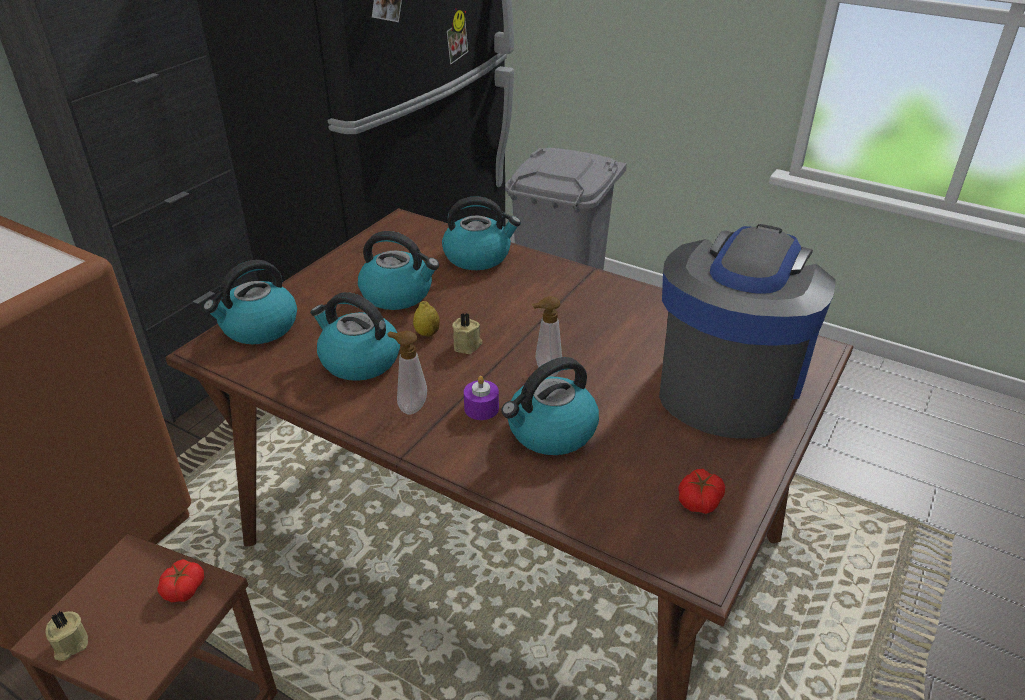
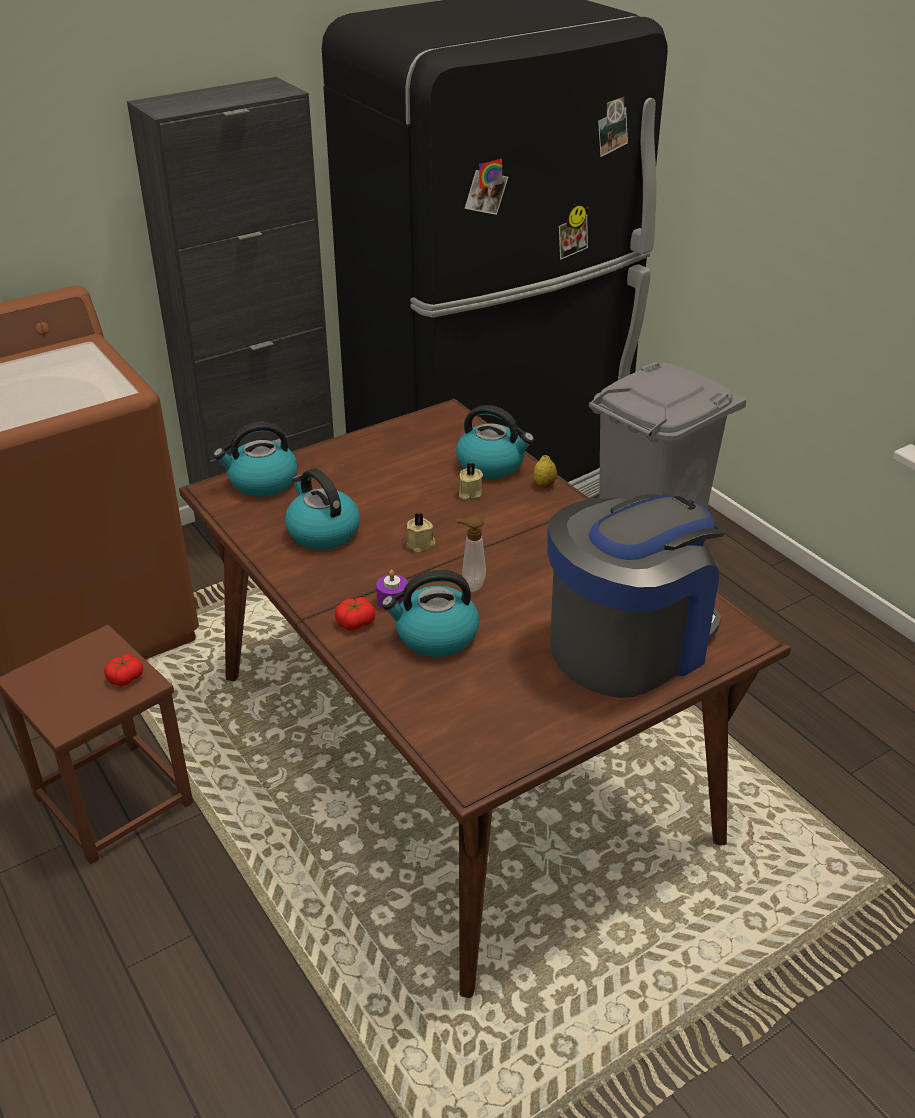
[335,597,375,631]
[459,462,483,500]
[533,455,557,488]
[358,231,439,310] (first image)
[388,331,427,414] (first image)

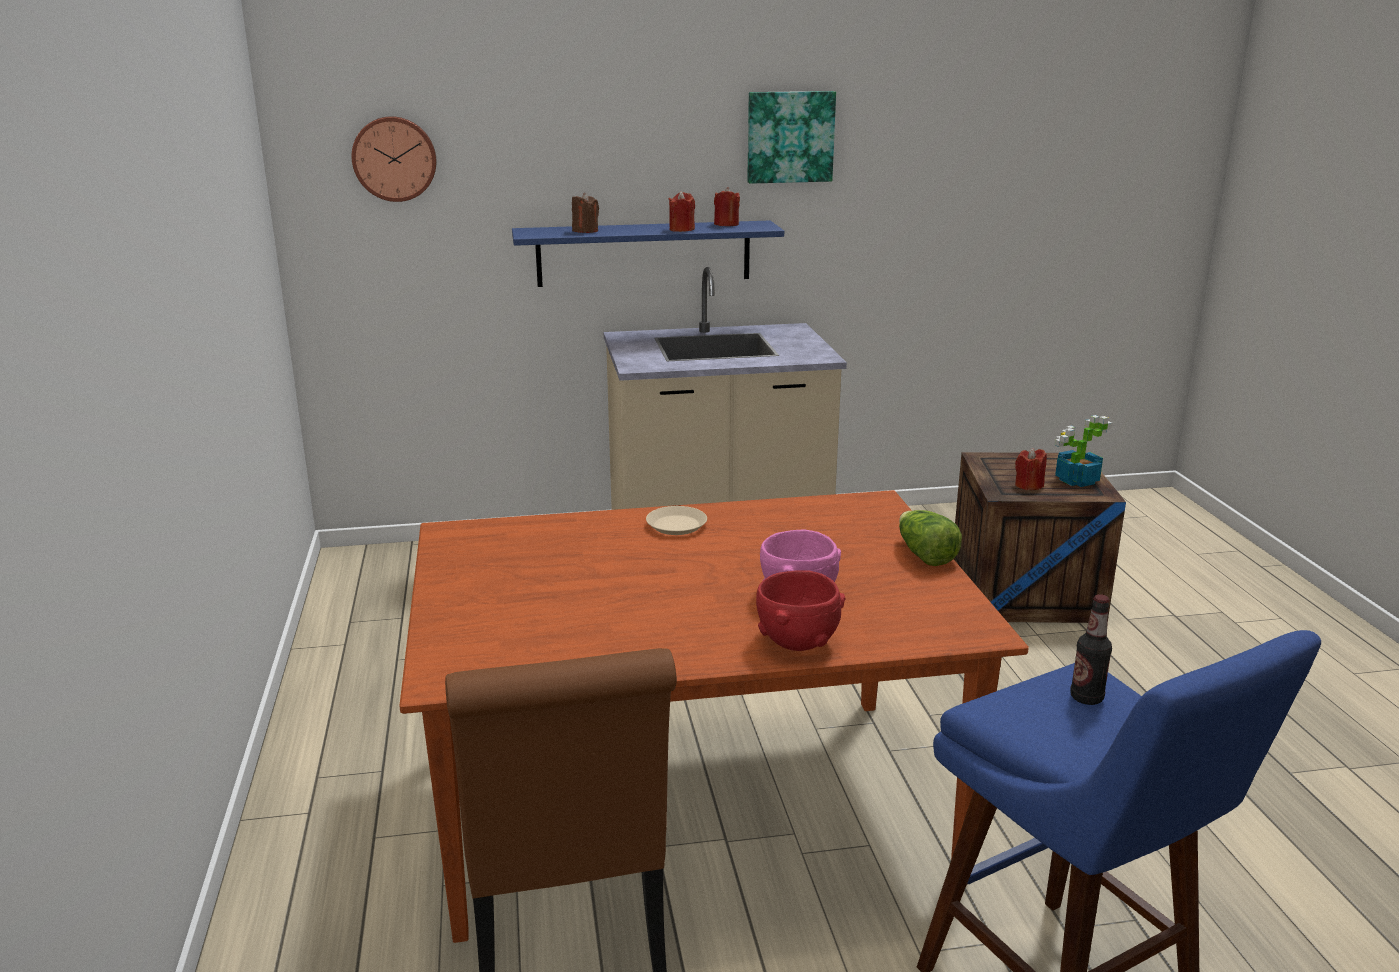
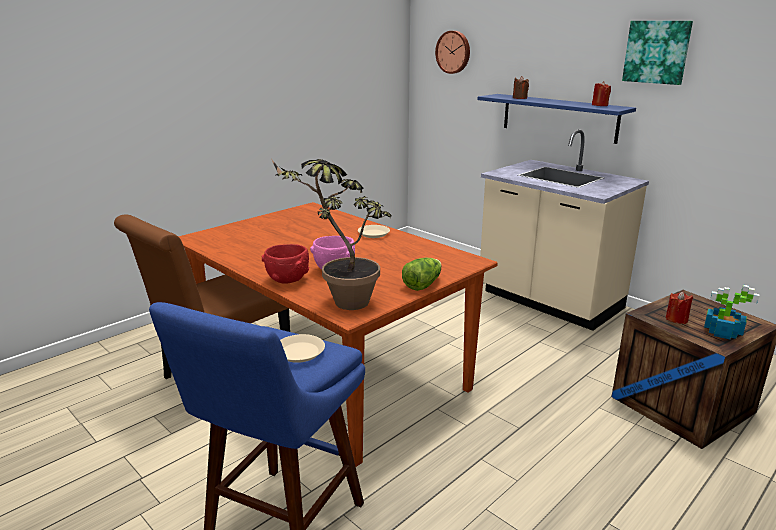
[271,159,391,310]
[280,334,325,363]
[669,191,695,232] (first image)

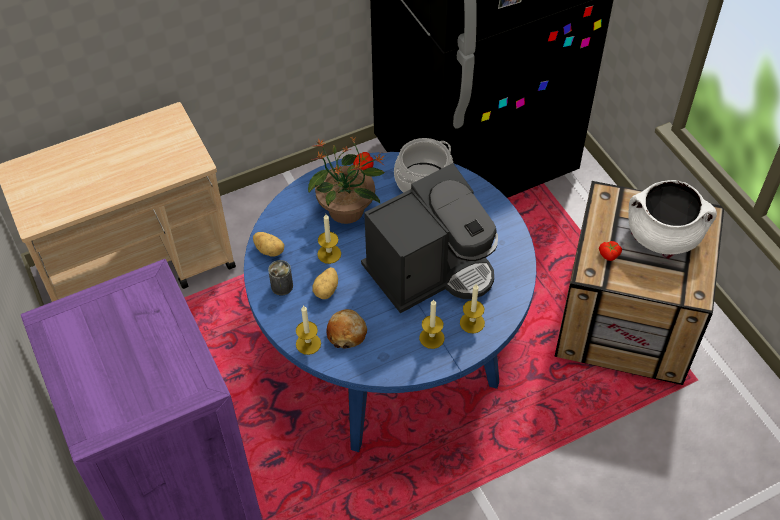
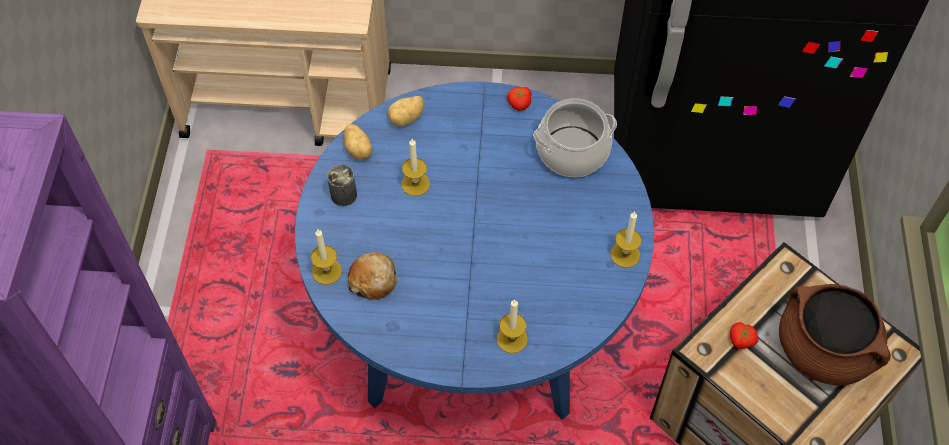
[388,96,424,127]
[610,212,642,268]
[779,284,891,386]
[308,138,385,224] (first image)
[361,163,498,313] (first image)

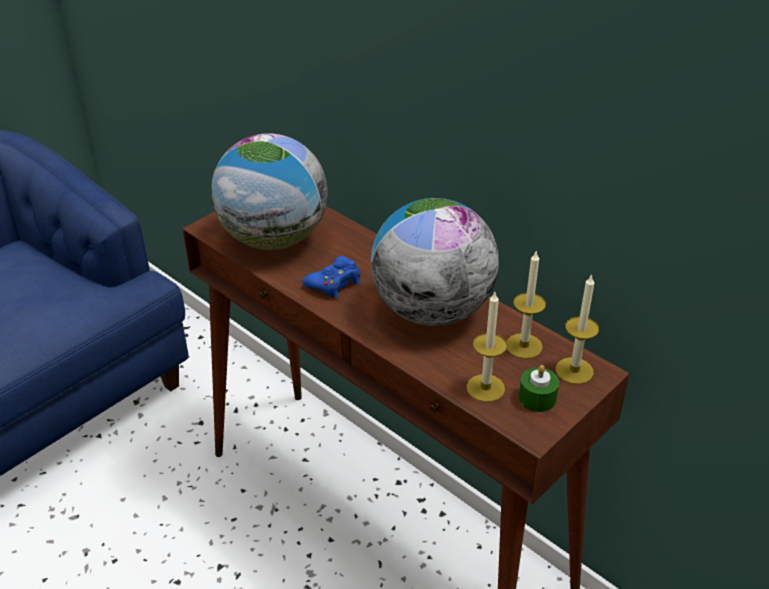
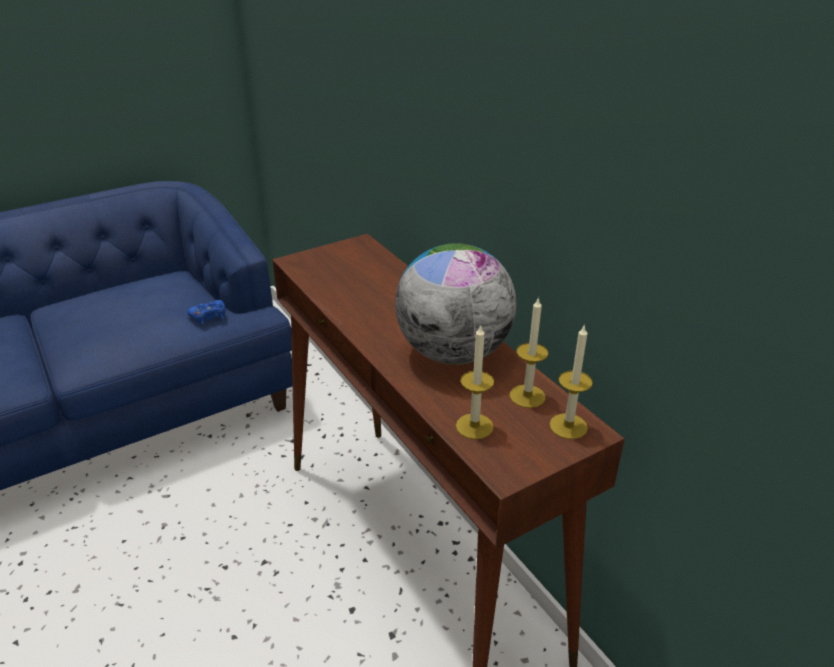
[187,300,225,325]
[211,133,328,250] (first image)
[519,365,559,412] (first image)

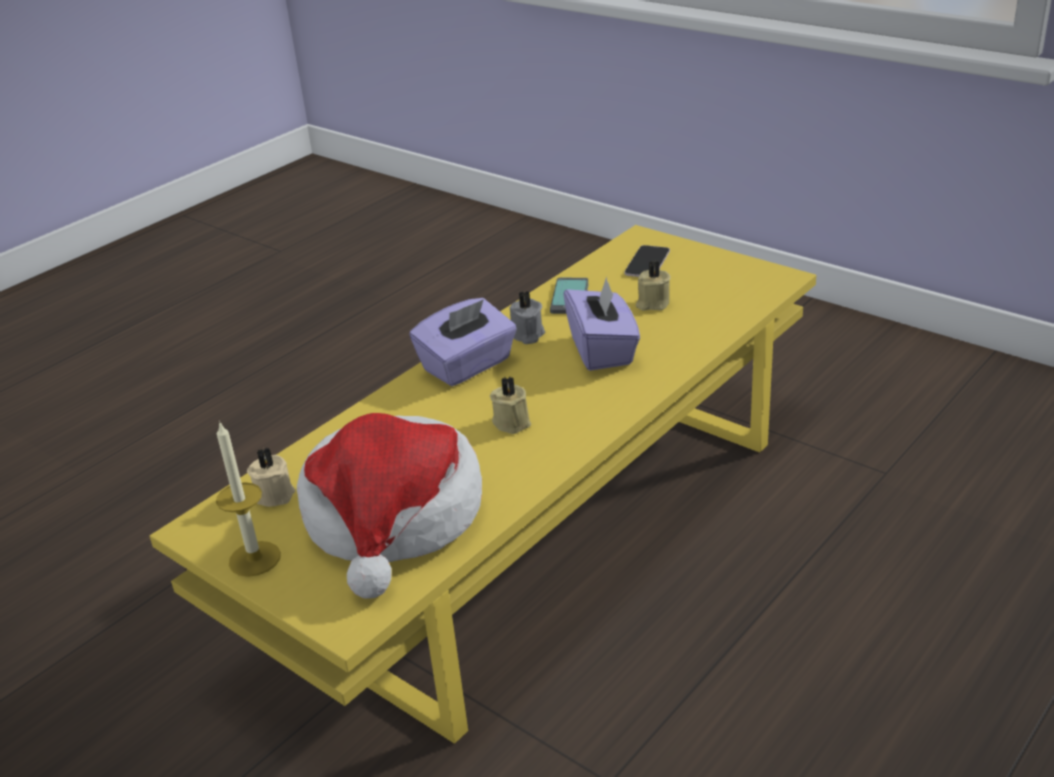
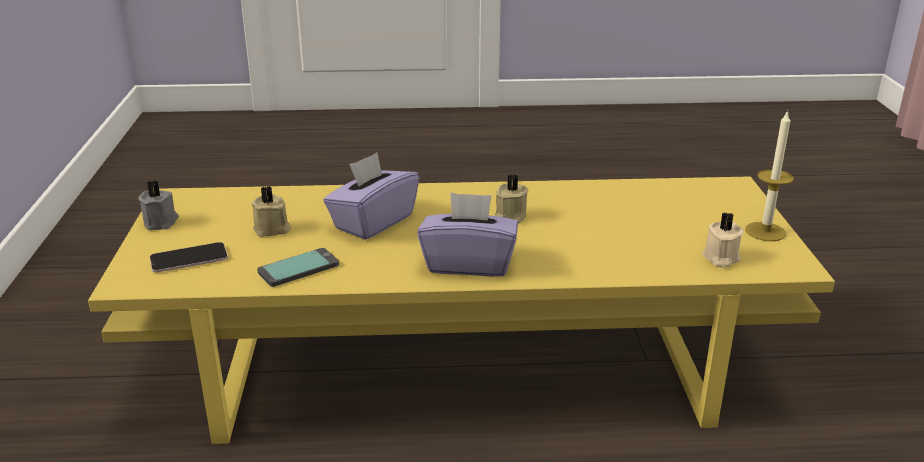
[138,180,179,230]
[297,413,482,599] (first image)

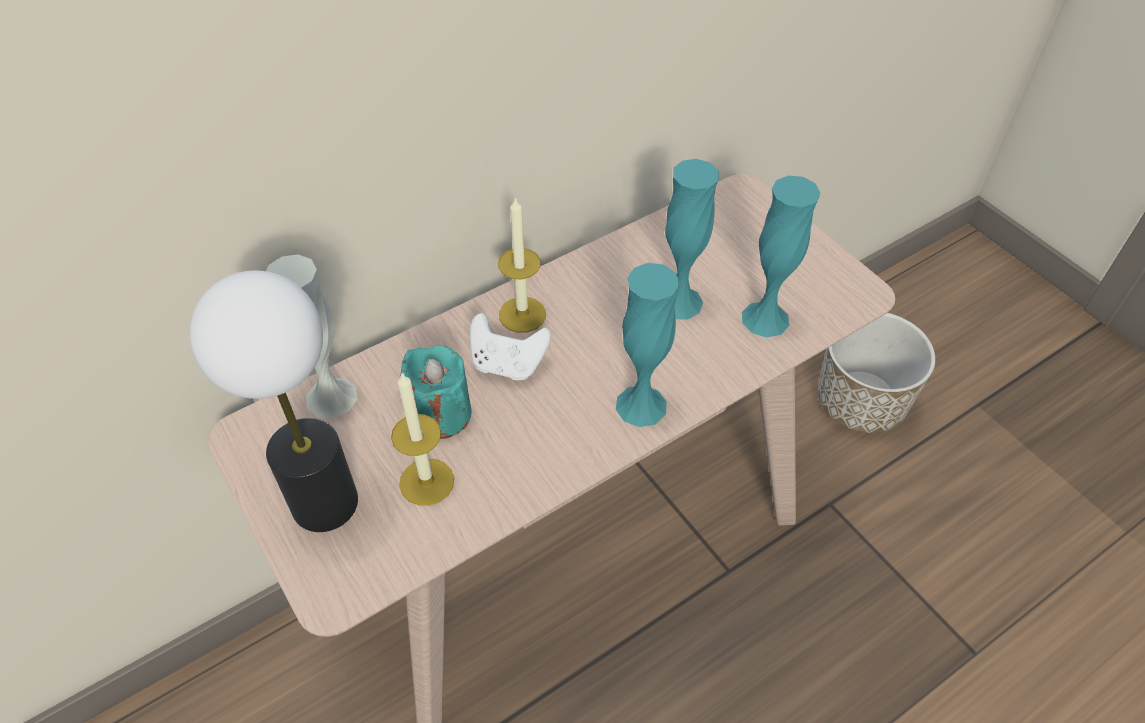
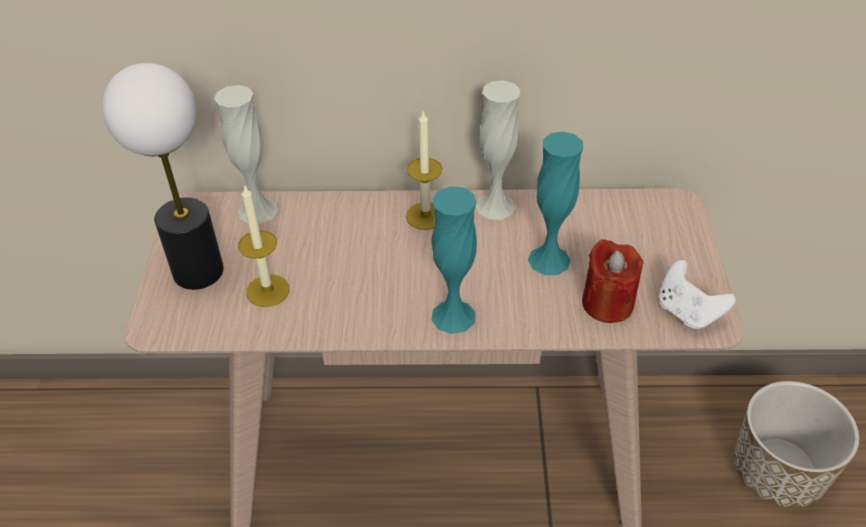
[476,80,521,220]
[582,239,643,323]
[659,260,736,330]
[400,345,472,439] (first image)

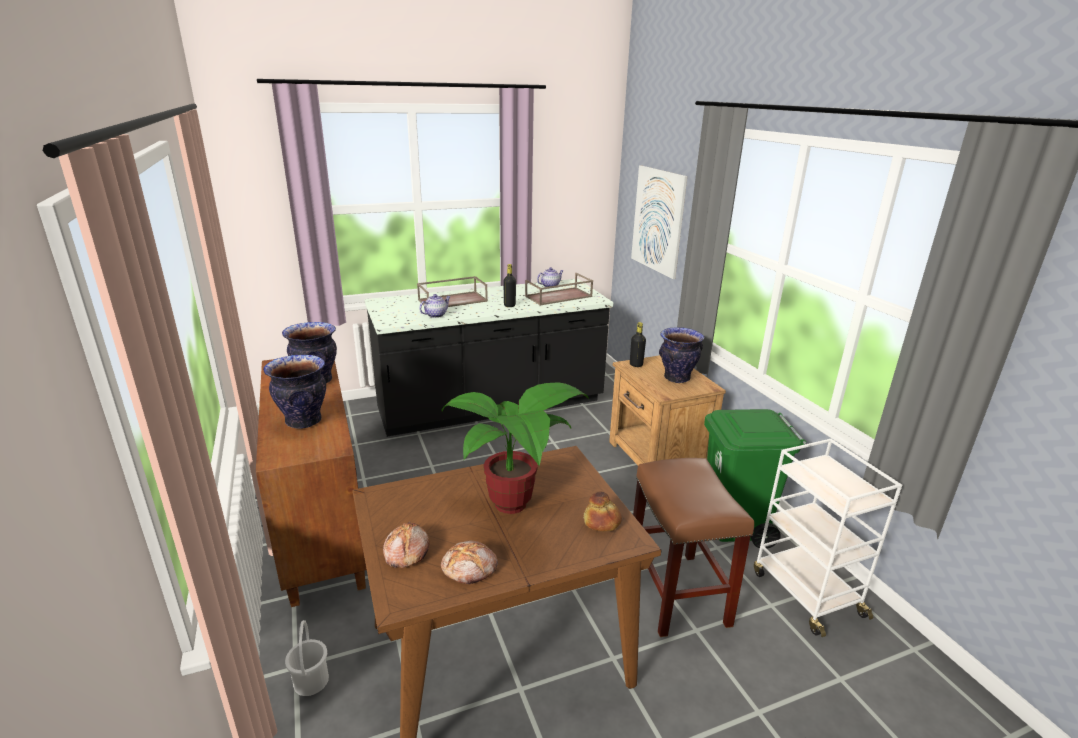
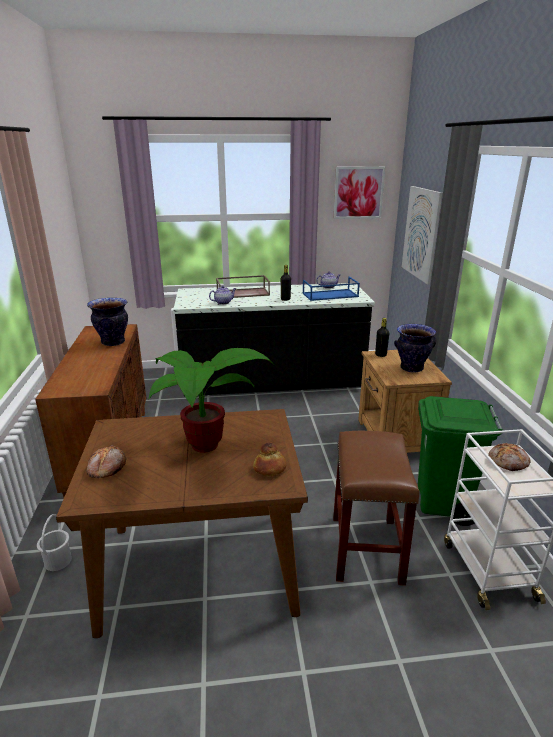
[302,277,360,301]
[334,167,385,219]
[489,443,530,471]
[263,355,326,429] (first image)

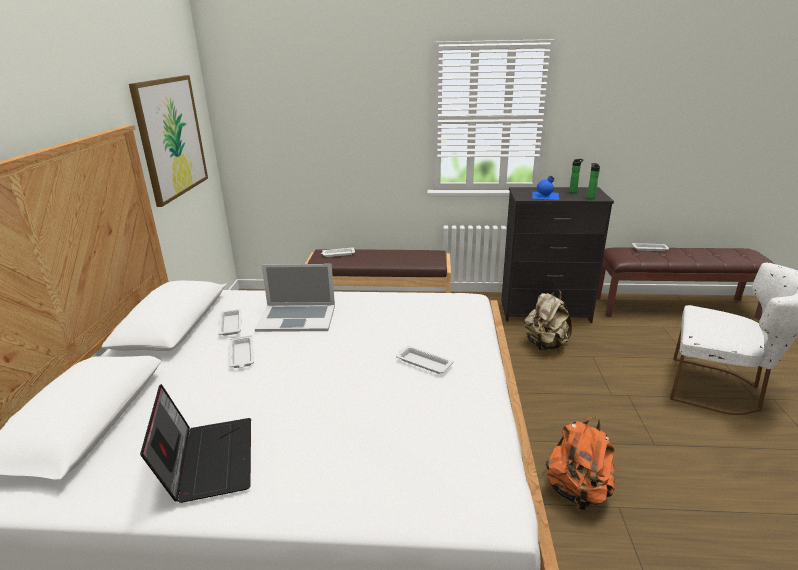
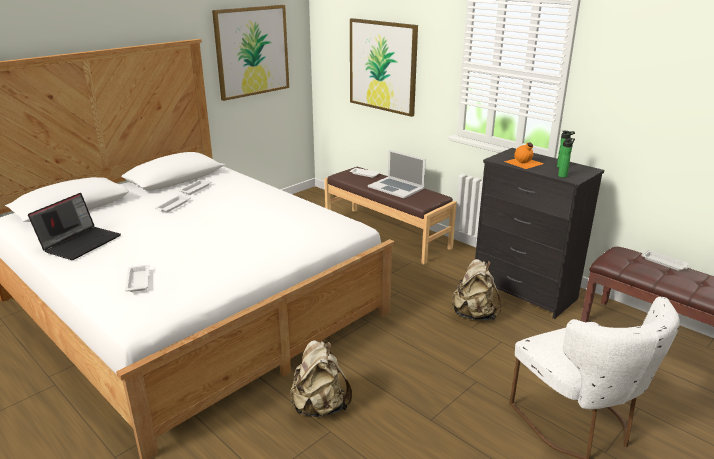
[125,265,150,292]
[290,340,352,417]
[350,18,418,117]
[368,149,426,198]
[504,142,544,169]

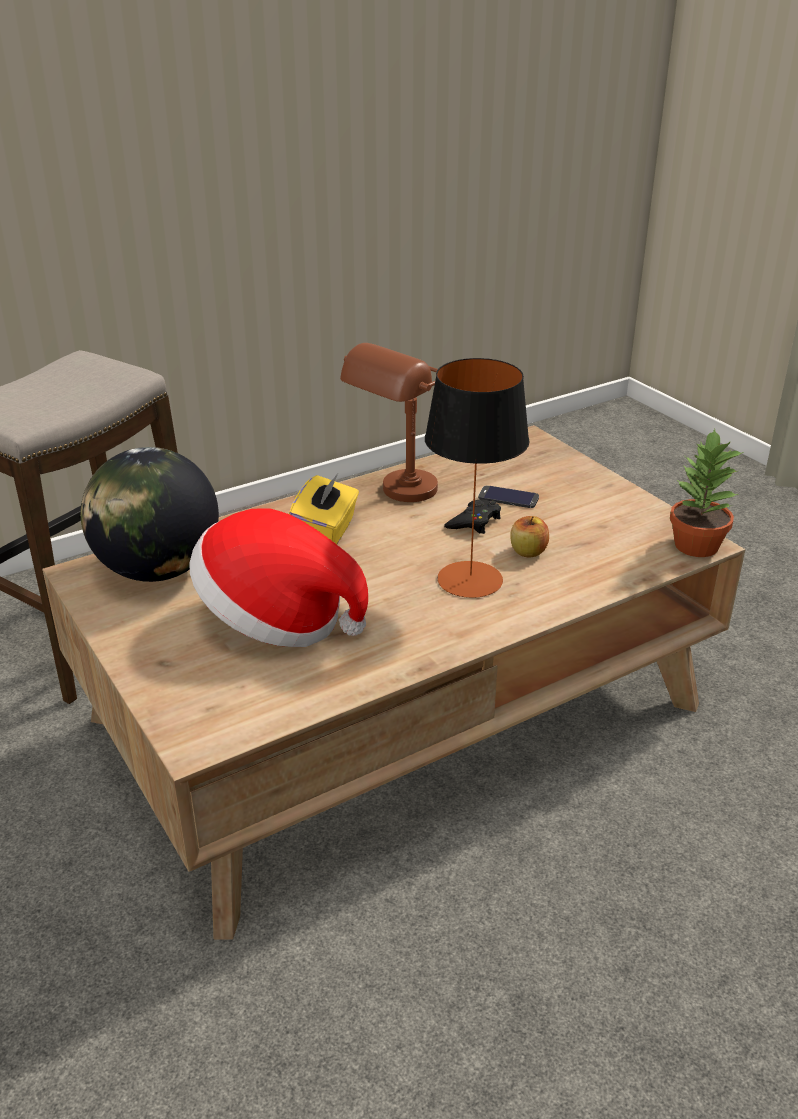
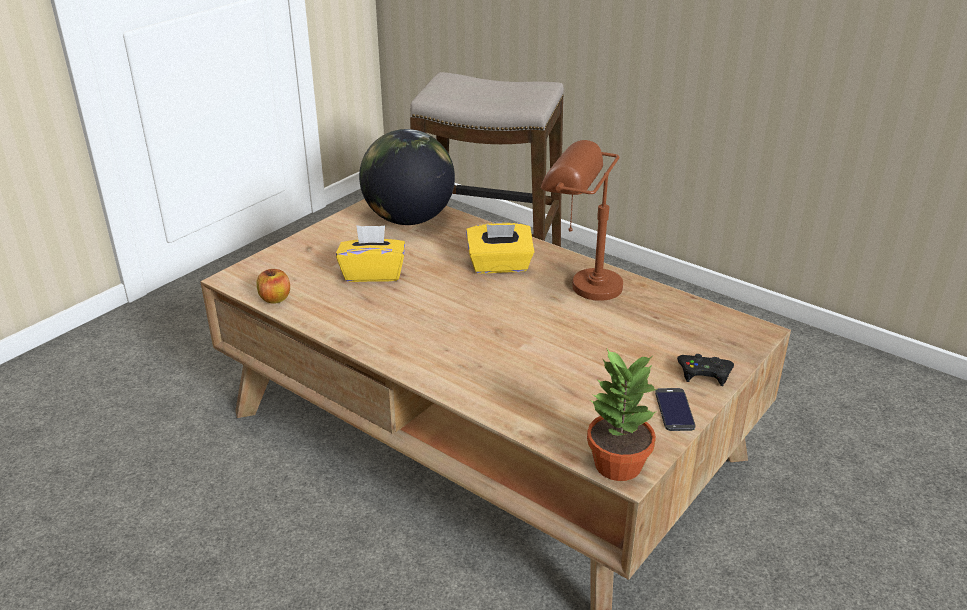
[256,269,290,304]
[336,225,405,282]
[655,388,695,431]
[677,354,734,386]
[425,358,529,598] (first image)

